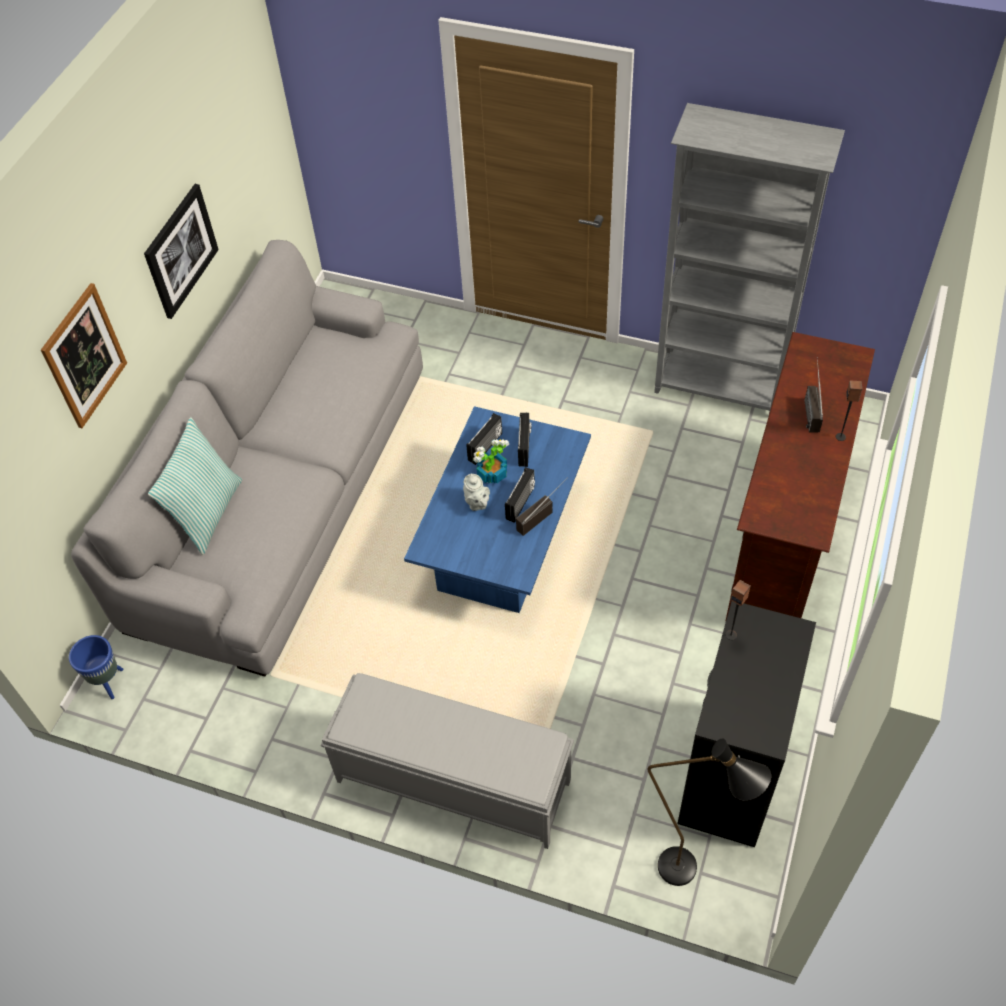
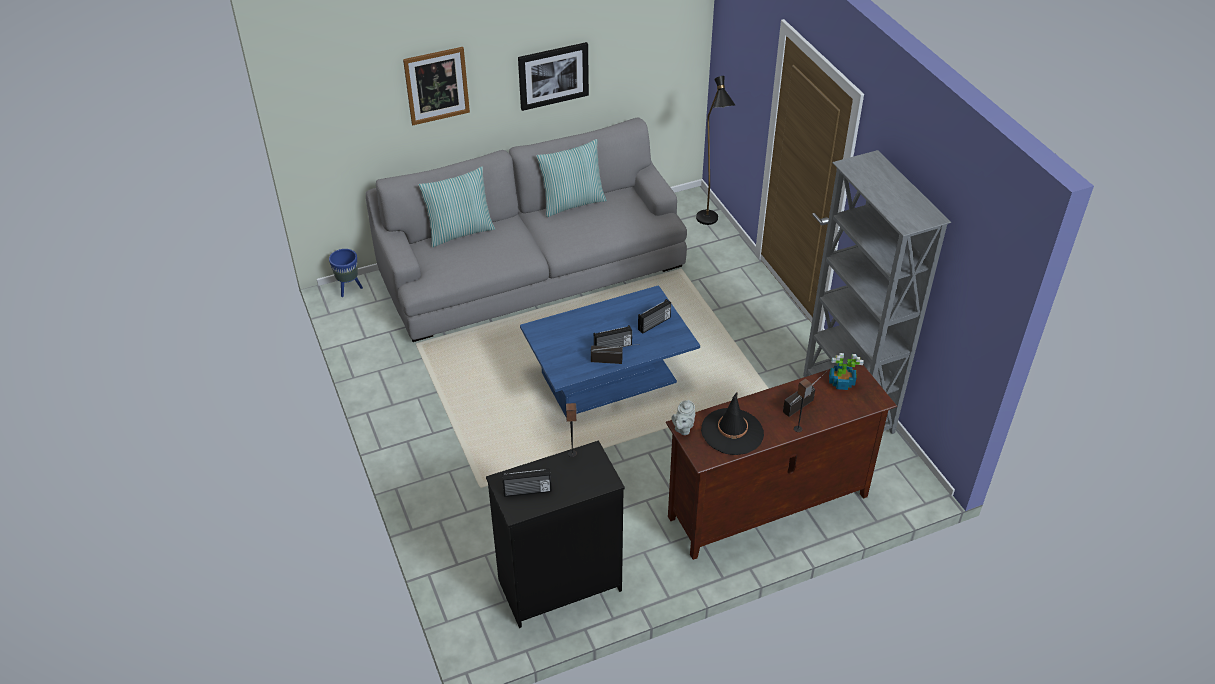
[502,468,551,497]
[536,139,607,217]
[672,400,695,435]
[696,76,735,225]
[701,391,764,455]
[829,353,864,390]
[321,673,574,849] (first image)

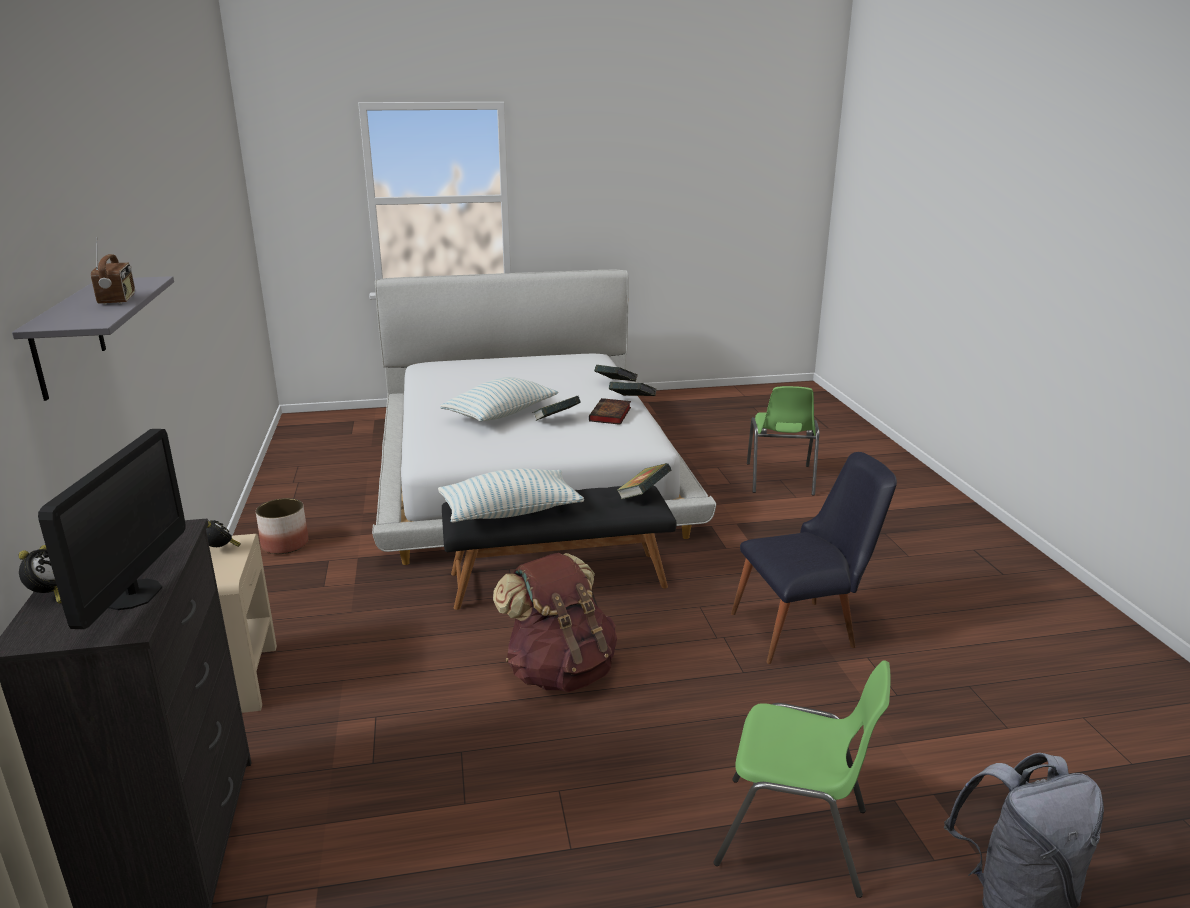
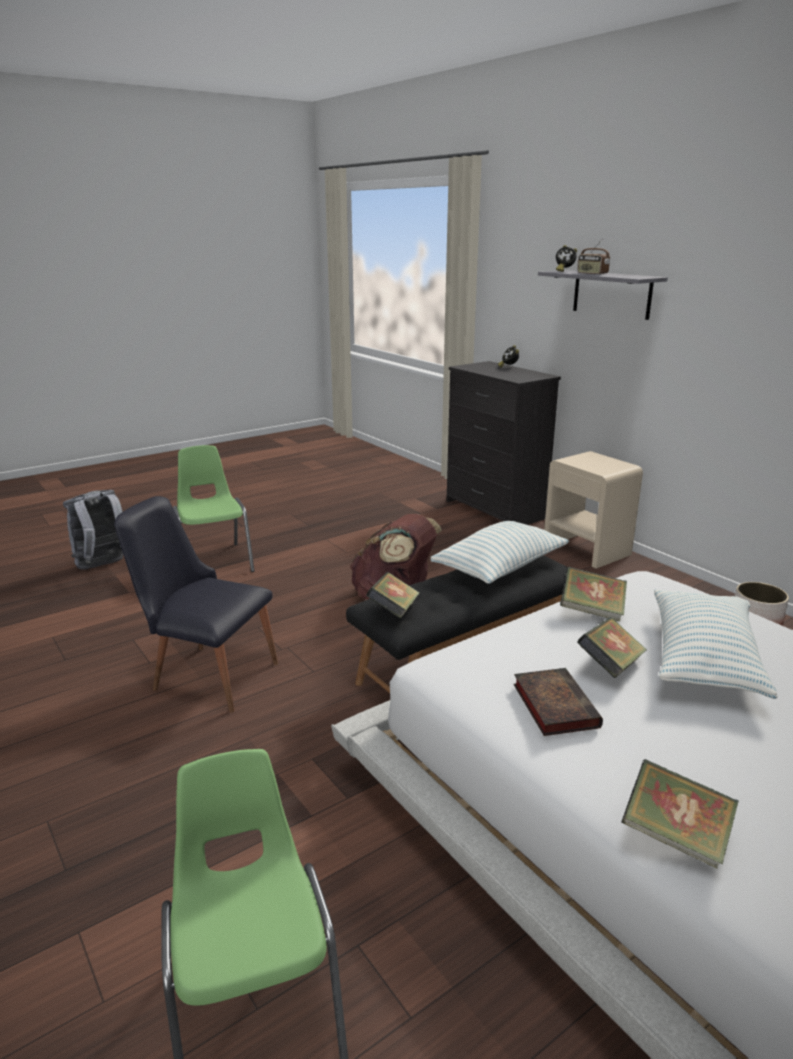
[114,496,278,713]
[173,445,254,572]
[556,245,577,272]
[560,567,627,621]
[38,429,186,629] (first image)

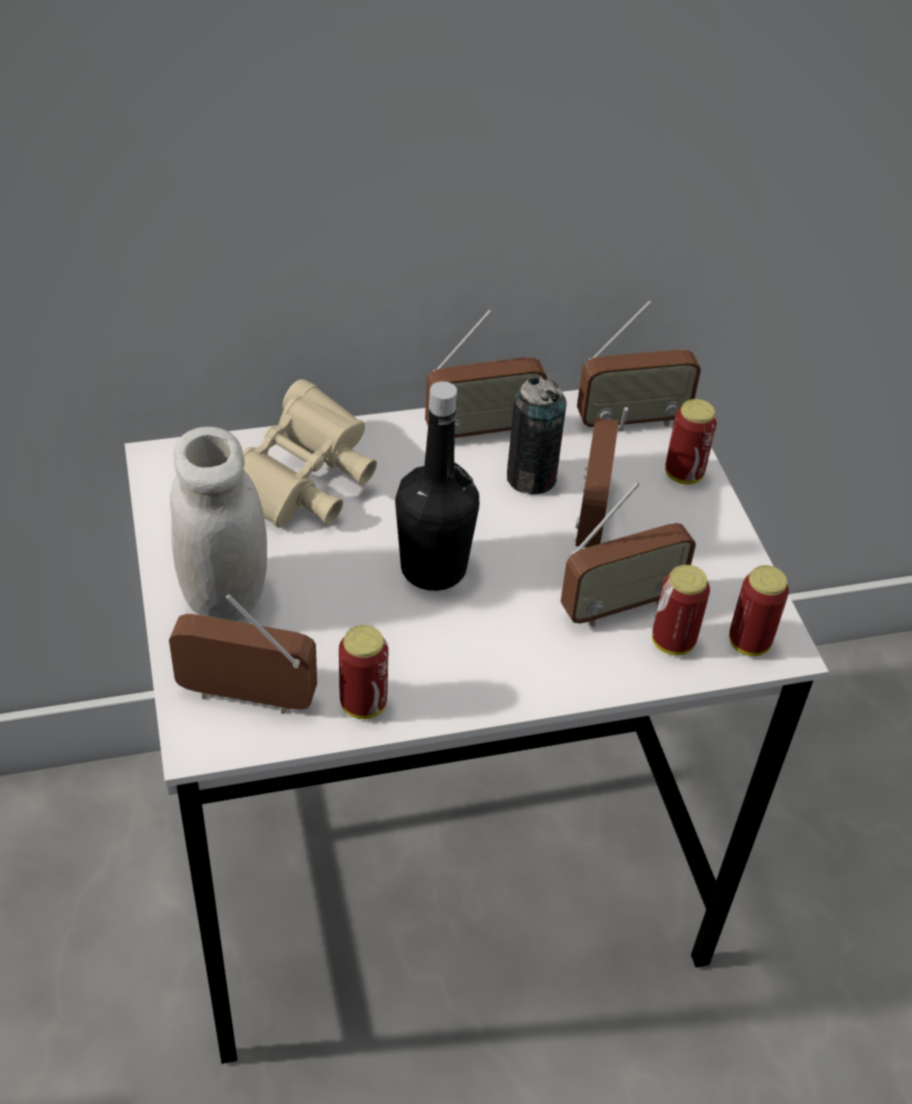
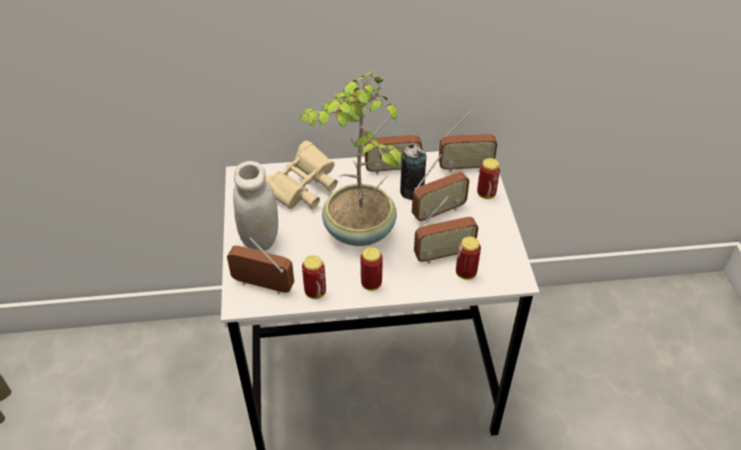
[298,71,401,246]
[361,247,383,291]
[412,154,470,222]

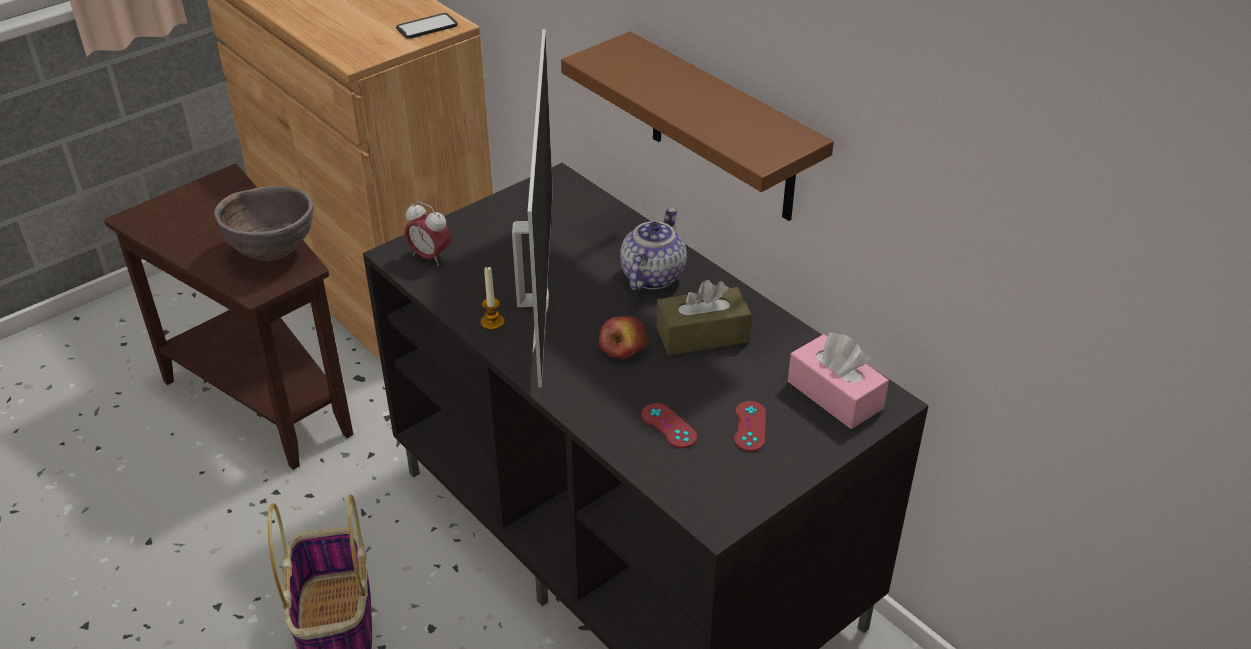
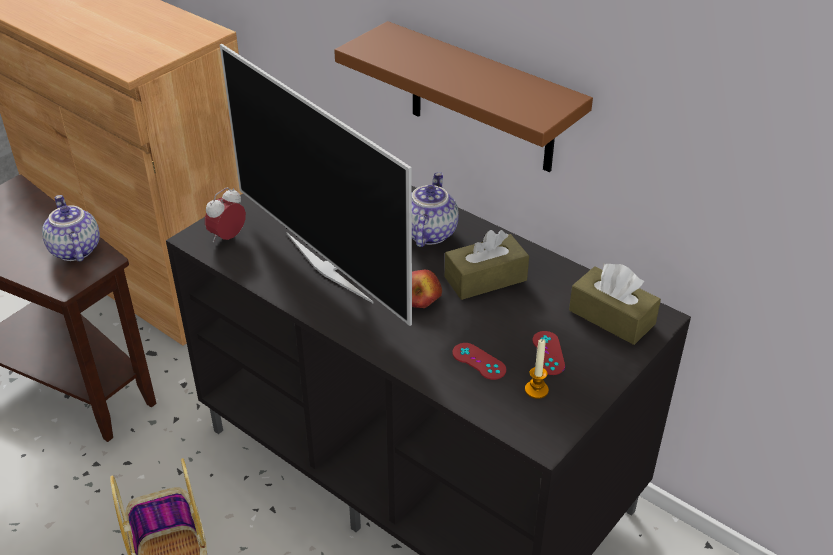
[42,195,100,262]
[205,187,246,242]
[220,44,412,326]
[525,339,549,399]
[569,264,661,345]
[396,13,458,39] (first image)

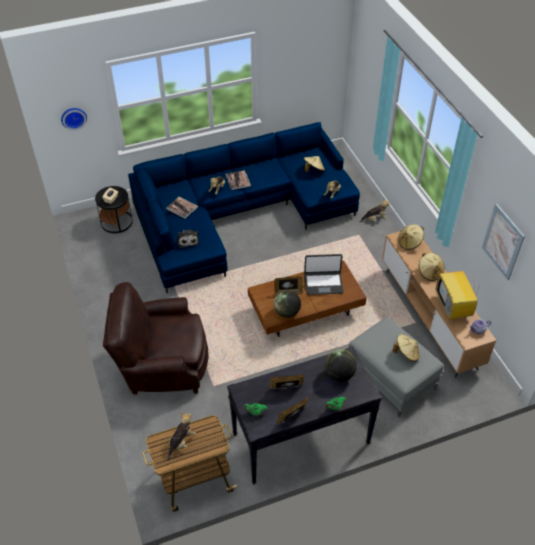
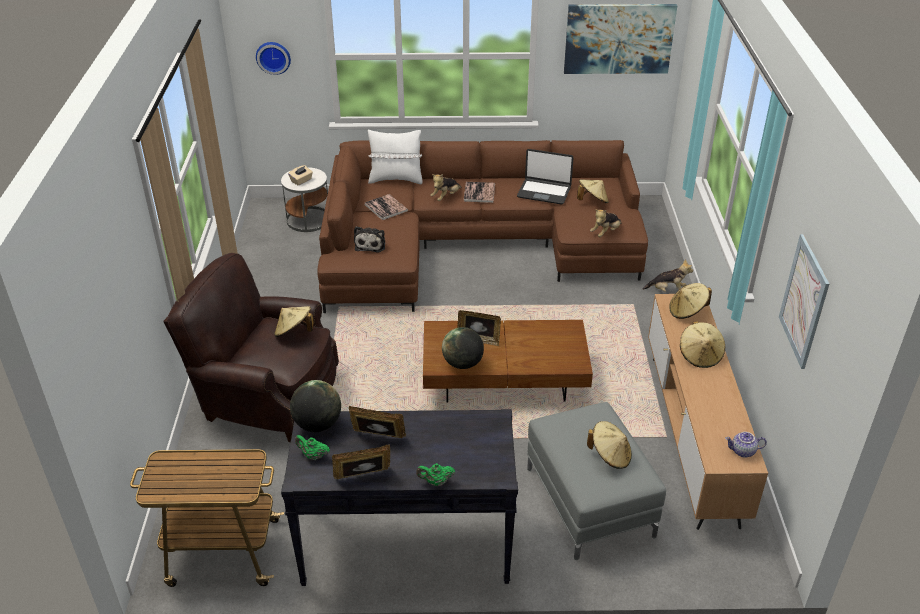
[274,306,313,337]
[281,167,328,232]
[290,380,341,432]
[318,140,648,313]
[368,129,423,184]
[517,149,573,205]
[564,4,677,74]
[168,413,196,461] (first image)
[435,269,479,320] (first image)

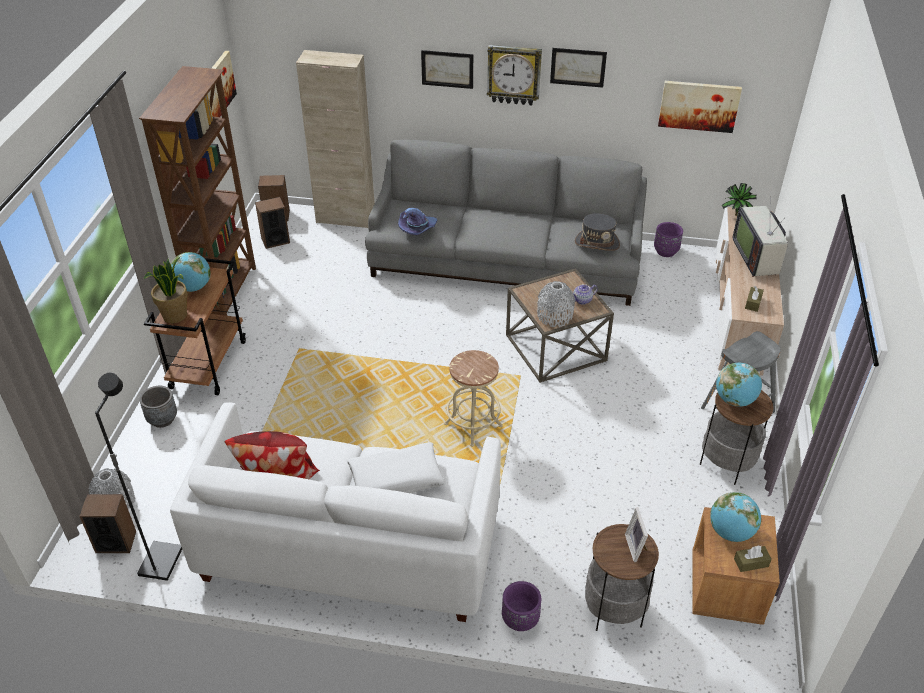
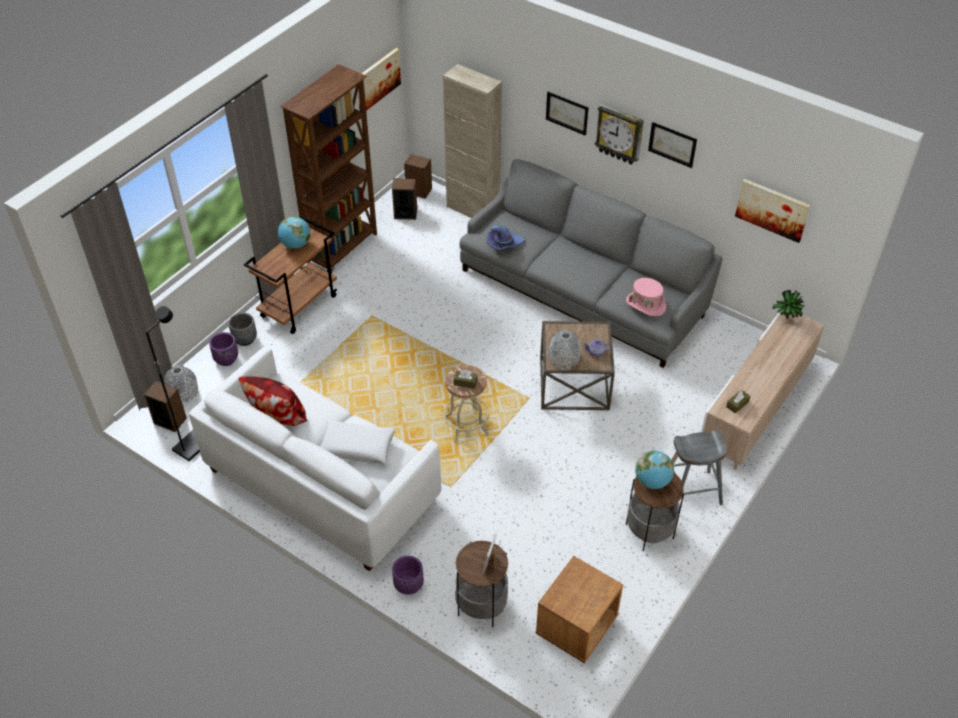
[209,332,238,366]
[454,370,478,389]
[626,278,666,316]
[144,257,188,323] (first image)
[710,492,761,542] (first image)
[733,206,788,277] (first image)

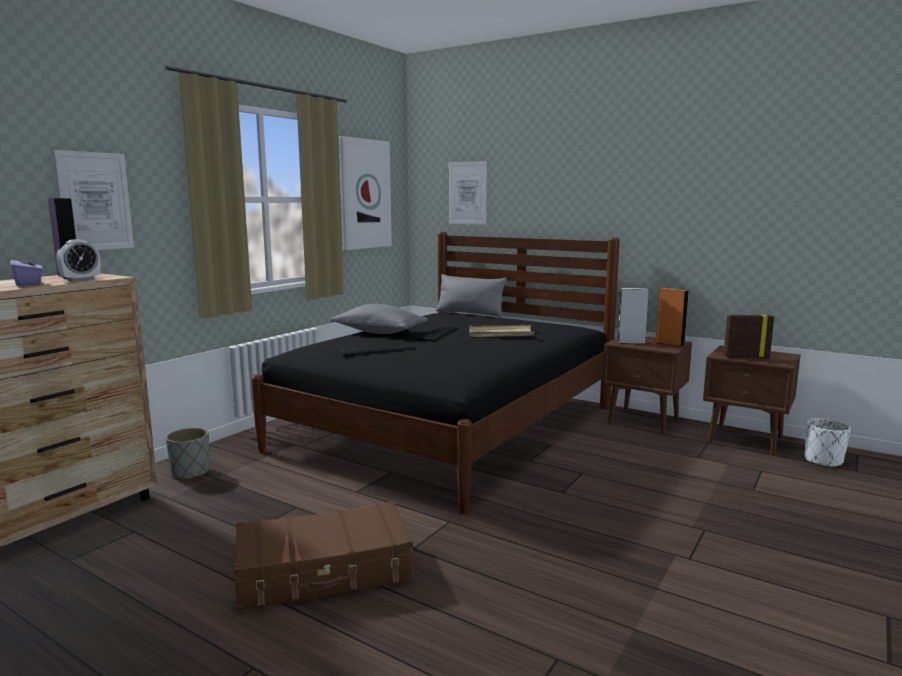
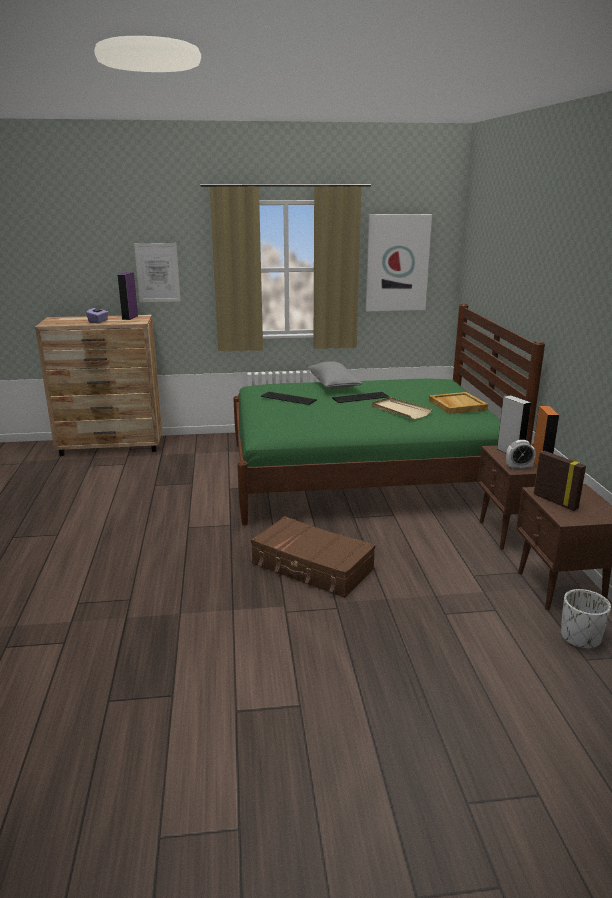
[233,303,545,525]
[251,516,375,598]
[429,392,488,414]
[506,440,536,470]
[166,428,209,480] (first image)
[436,274,507,317] (first image)
[449,161,487,225] (first image)

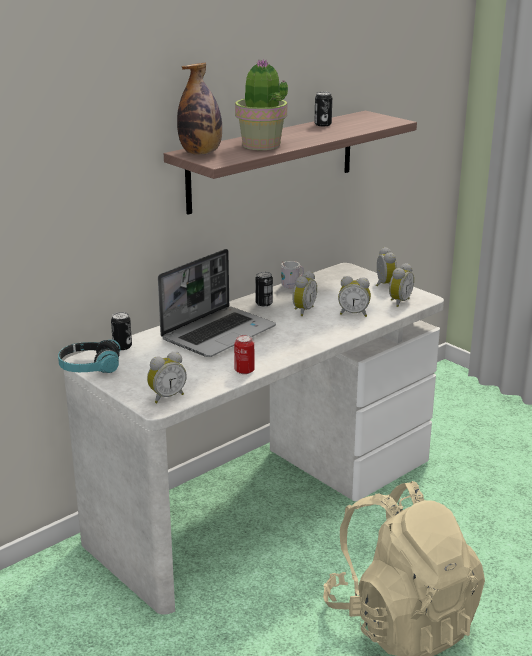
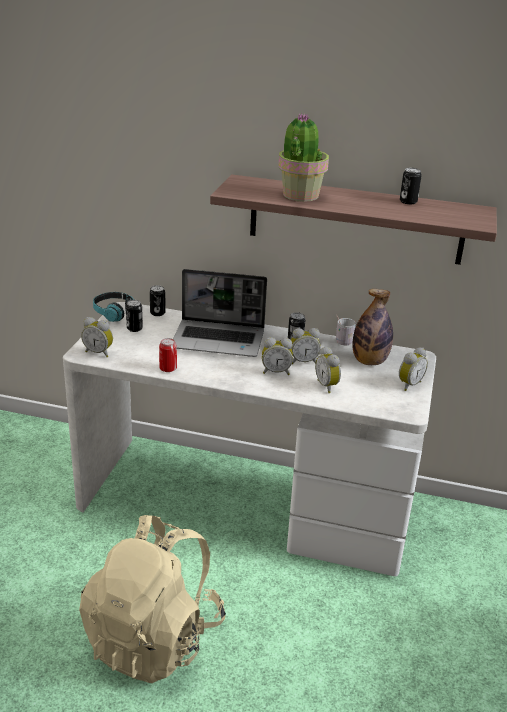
[126,300,143,332]
[262,337,293,375]
[352,289,393,365]

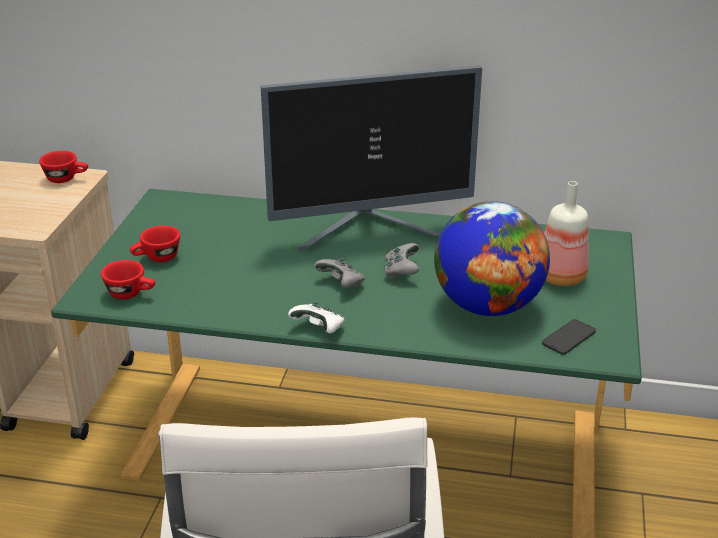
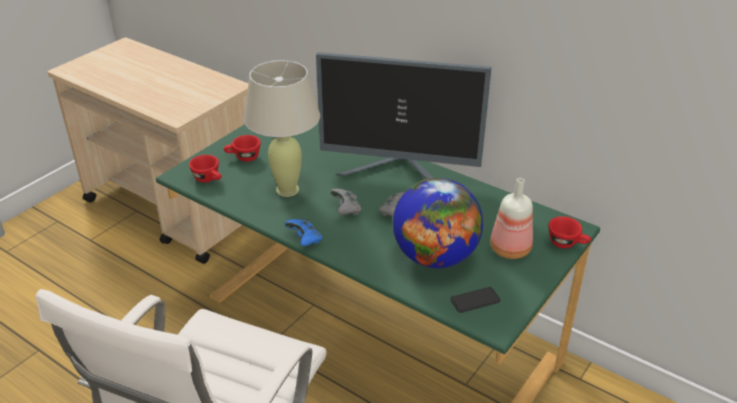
[243,60,320,197]
[284,219,323,246]
[549,216,591,248]

